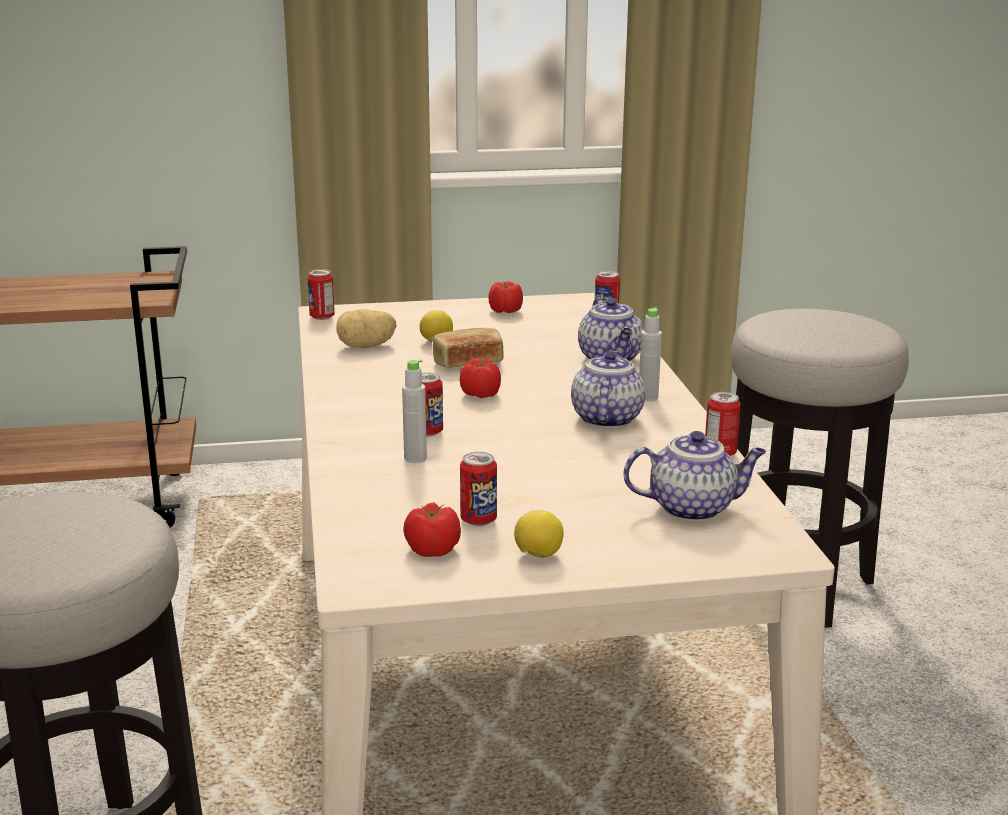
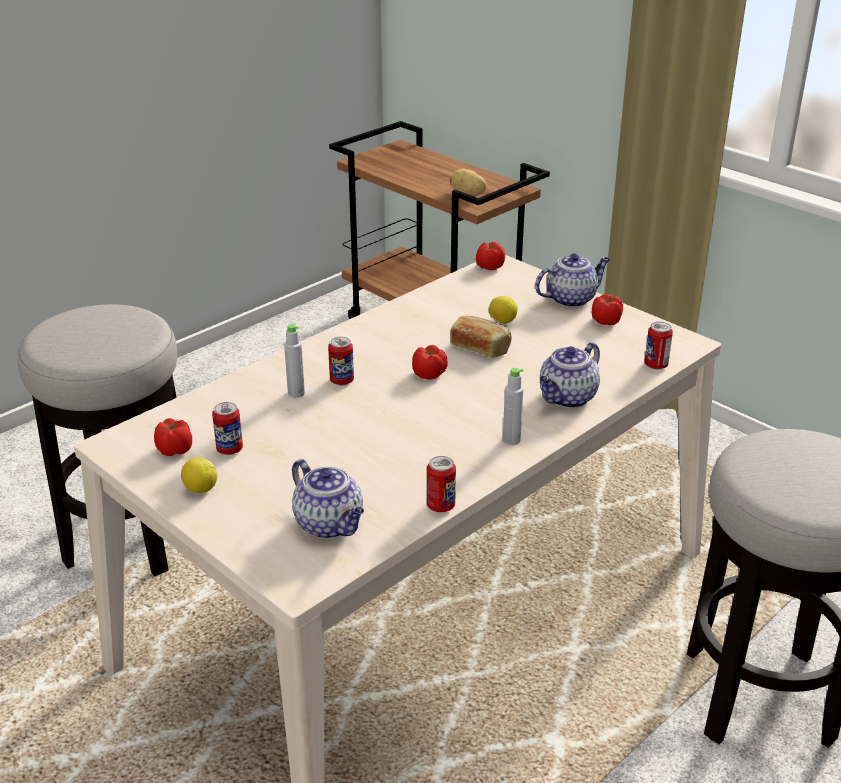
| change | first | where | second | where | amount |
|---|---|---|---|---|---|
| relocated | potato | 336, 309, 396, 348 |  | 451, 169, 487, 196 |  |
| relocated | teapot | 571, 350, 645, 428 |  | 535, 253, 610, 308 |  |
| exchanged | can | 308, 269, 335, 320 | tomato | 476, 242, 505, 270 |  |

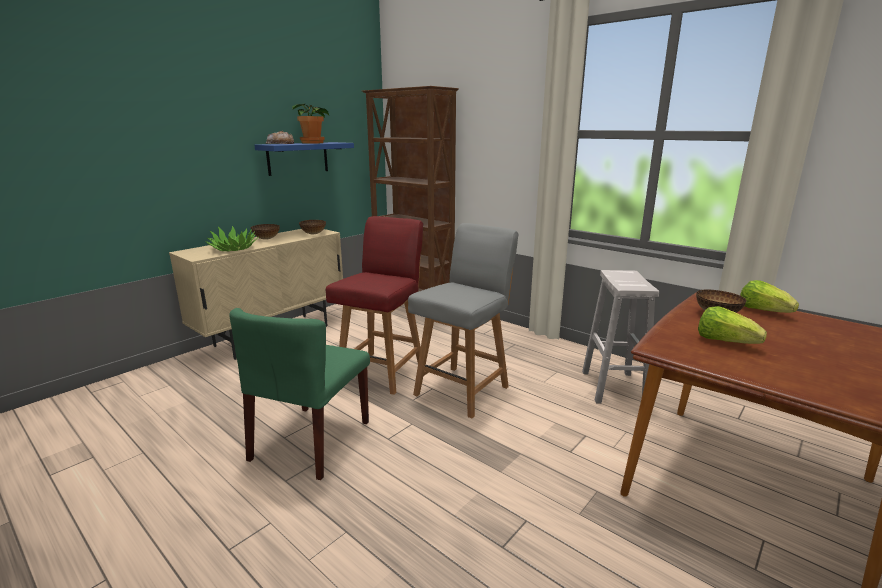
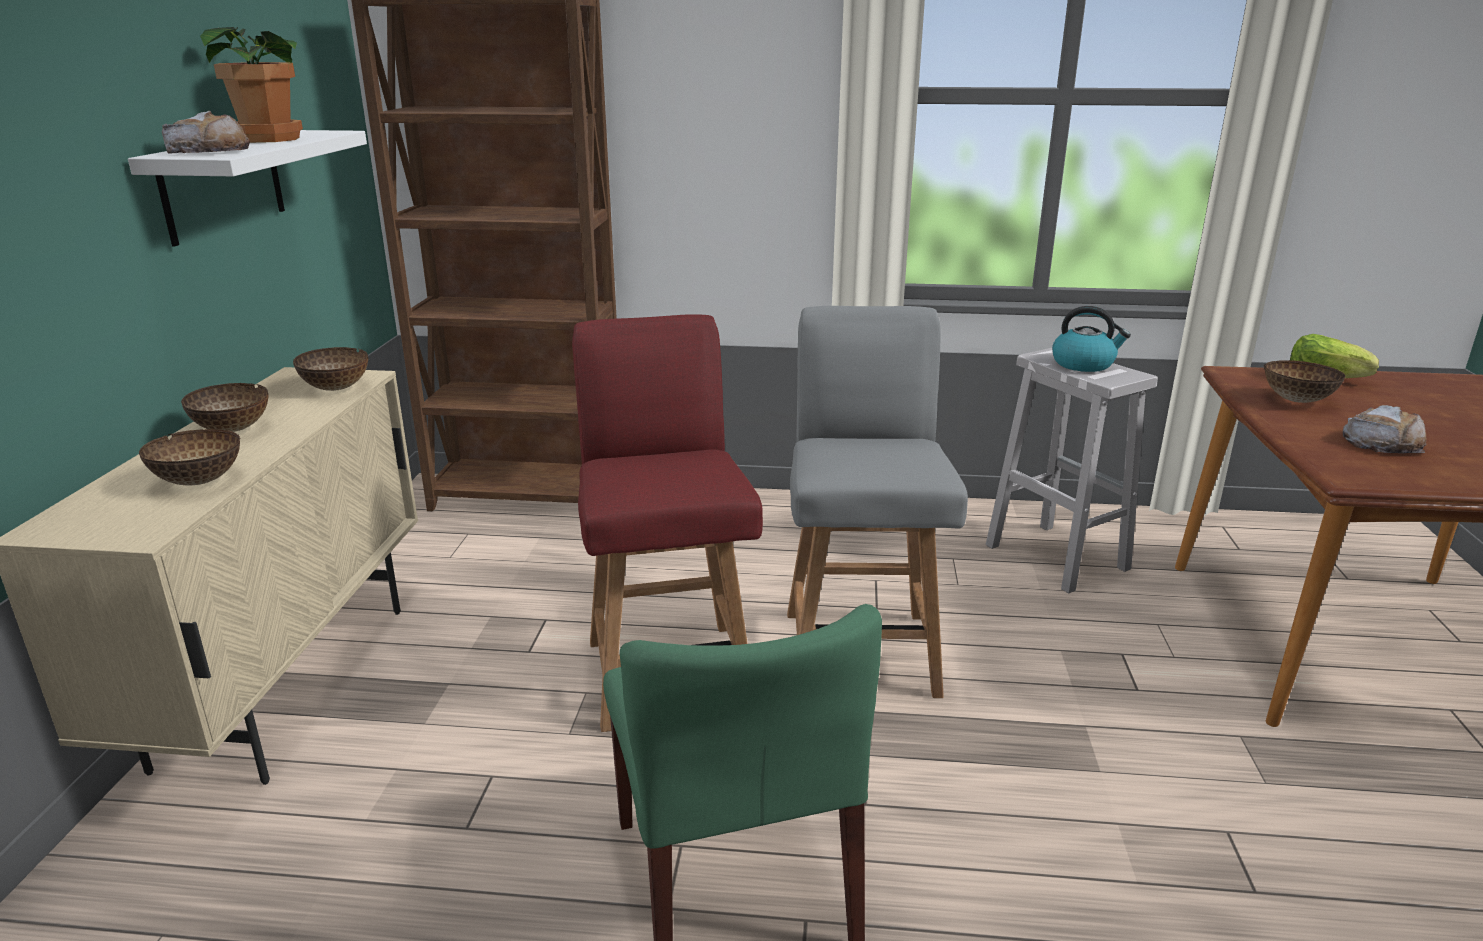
| change | first | where | second | where | amount |
|---|---|---|---|---|---|
| appeared |  |  | kettle | 1052, 306, 1131, 372 |  |
| exchanged | potted plant | 205, 226, 259, 251 | bowl | 139, 429, 240, 485 |  |
| exchanged | lettuce | 698, 306, 767, 344 | bread | 1343, 405, 1427, 453 |  |
| colour | shelf (blue) | 254, 142, 354, 176 | shelf (white) | 128, 130, 367, 246 |  |

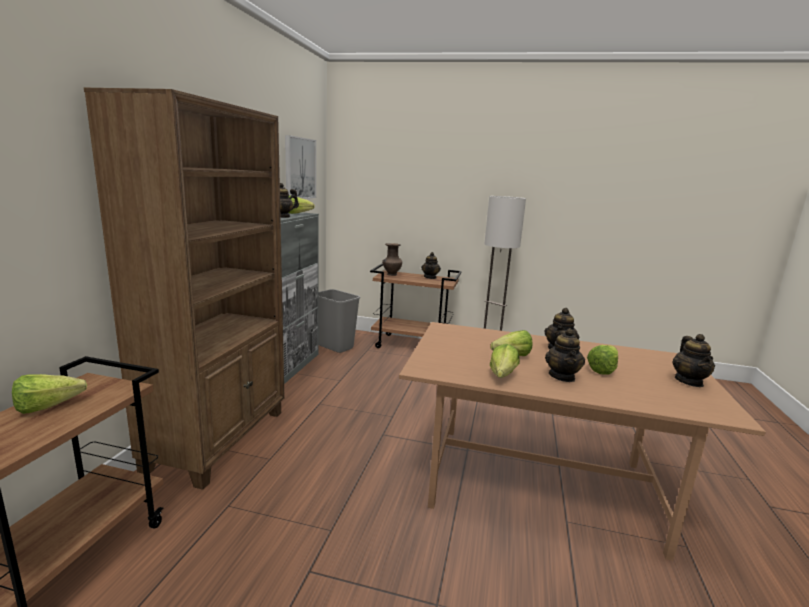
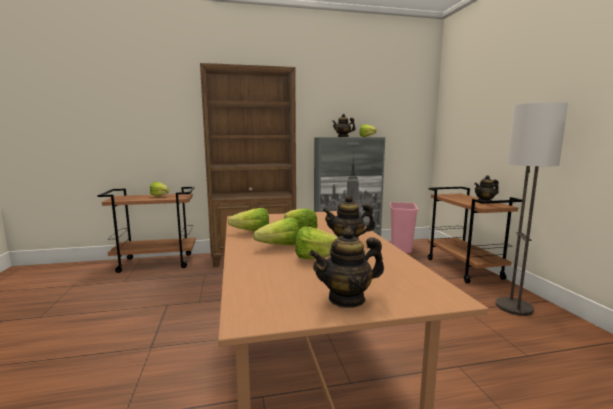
| change | first | where | second | where | amount |
|---|---|---|---|---|---|
| missing | picture | 285, 135, 316, 199 |  |  |  |
| missing | vase (brown) | 382, 243, 402, 276 |  |  |  |
| exchanged | teapot | 545, 328, 585, 382 | lettuce | 253, 217, 299, 245 |  |
| colour | trash can (grey) | 319, 289, 360, 353 | trash can (pink) | 390, 202, 418, 253 |  |

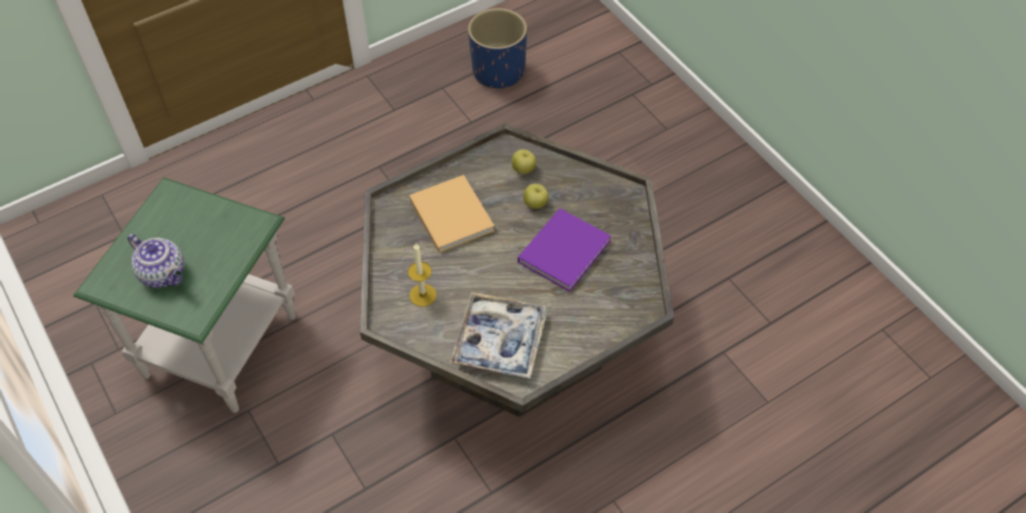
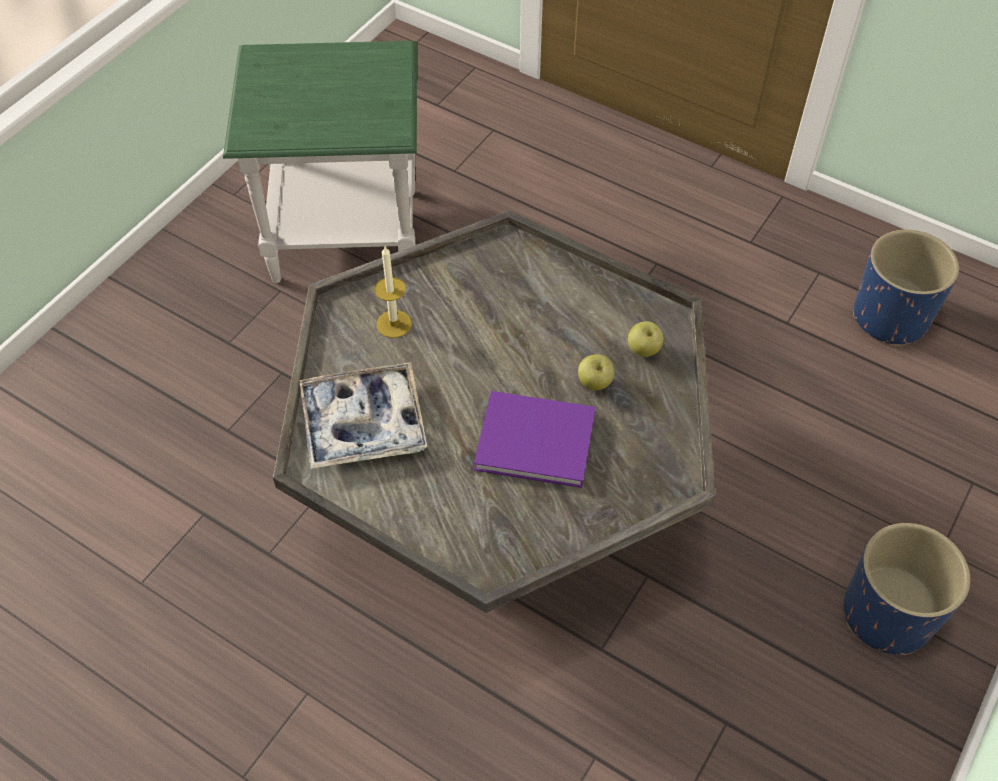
| change | first | where | second | where | amount |
|---|---|---|---|---|---|
| missing | teapot | 127, 234, 184, 288 |  |  |  |
| missing | book (beige) | 409, 175, 495, 253 |  |  |  |
| appeared |  |  | planter (blue) | 844, 523, 970, 655 |  |

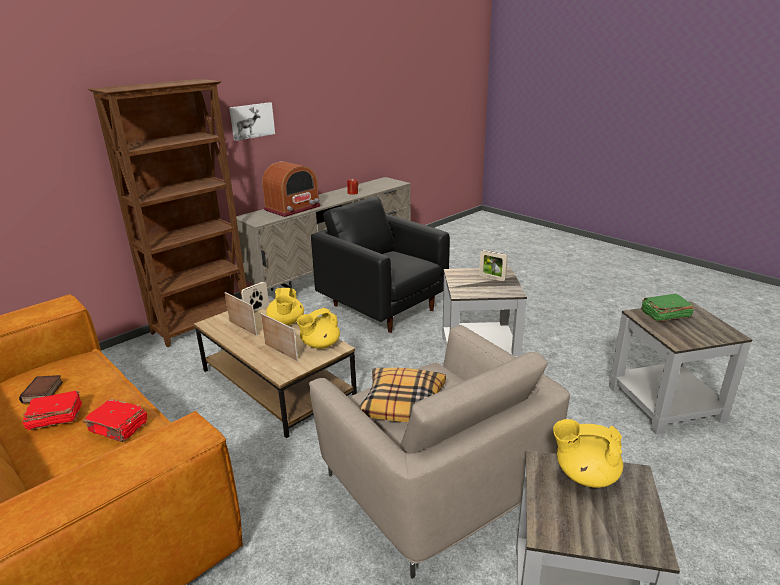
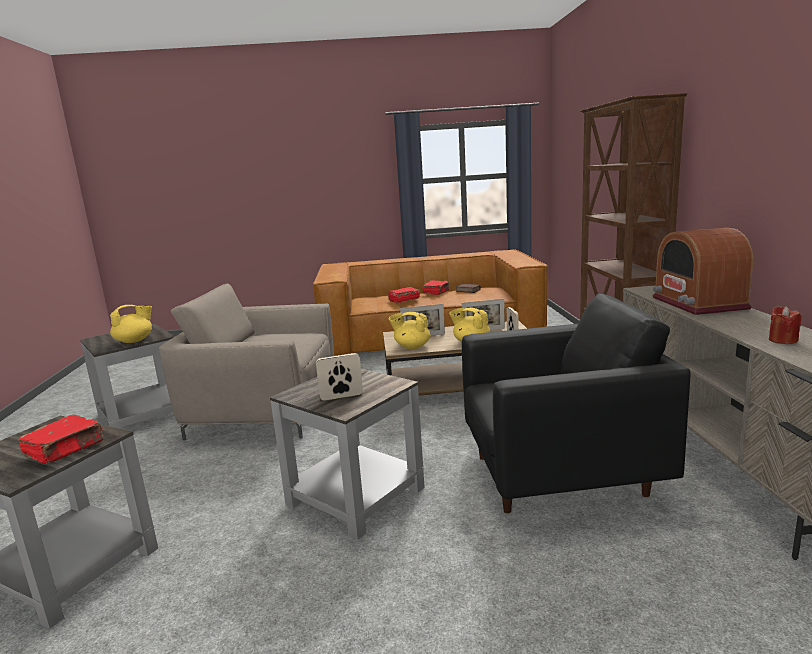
| change | first | where | second | where | amount |
|---|---|---|---|---|---|
| missing | picture | 229, 102, 275, 141 |  |  |  |
| missing | pillow | 359, 368, 446, 422 |  |  |  |
| colour | book (green) | 641, 294, 694, 322 | book (red) | 18, 415, 104, 464 |  |
| spun | teapot (yellow) | 297, 308, 340, 349 |  | 389, 312, 431, 349 | 75 degrees counterclockwise |

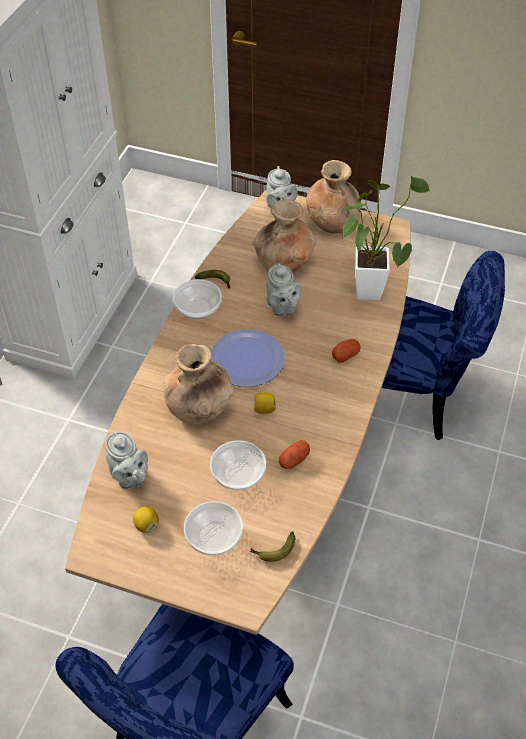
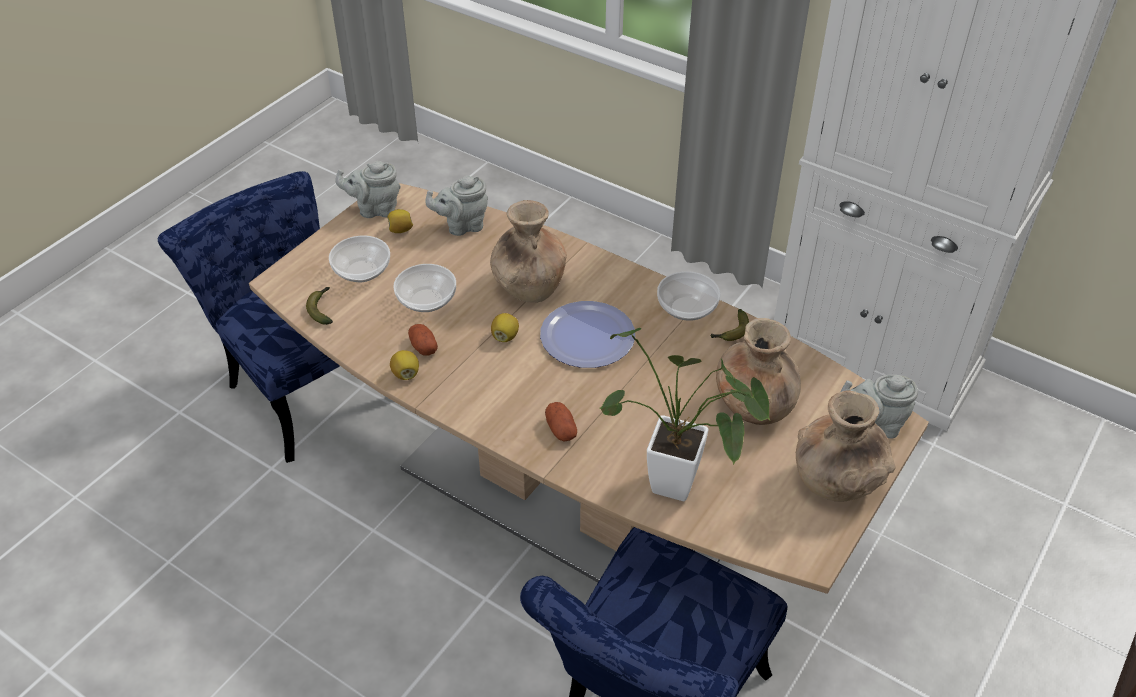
| change | first | where | second | where | amount |
|---|---|---|---|---|---|
| appeared |  |  | lemon | 390, 350, 419, 380 |  |
| relocated | teapot (grey) | 266, 263, 302, 316 |  | 335, 161, 400, 218 |  |

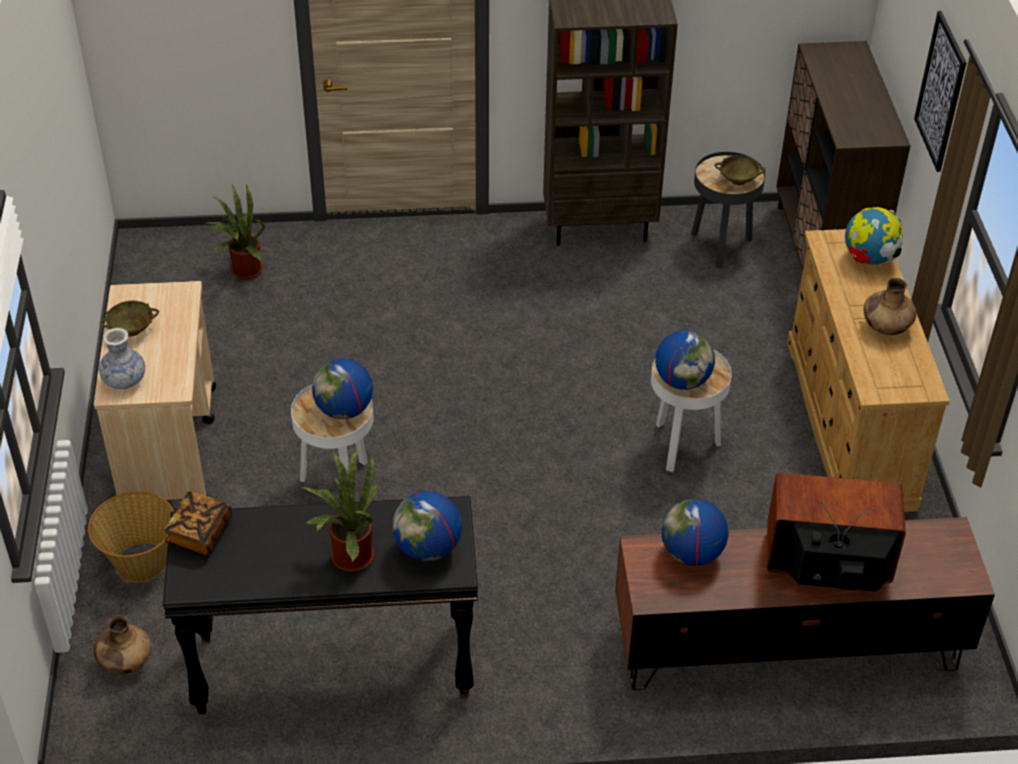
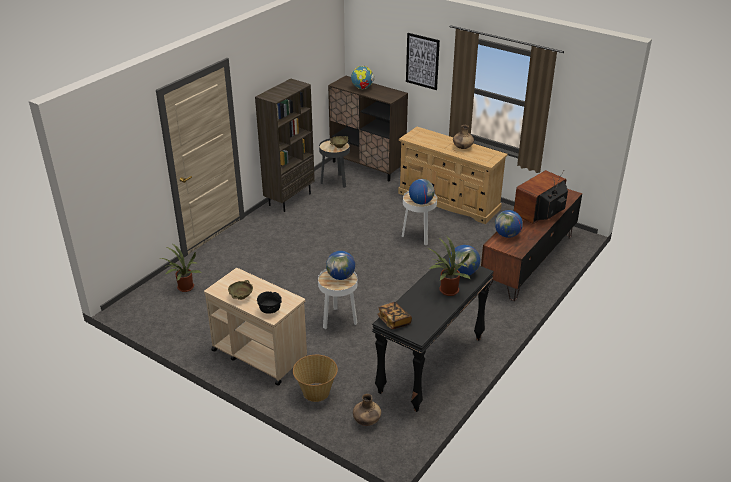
| change | first | where | second | where | amount |
|---|---|---|---|---|---|
| relocated | globe | 845, 207, 903, 265 |  | 351, 65, 374, 89 |  |
| exchanged | vase | 99, 328, 145, 389 | bowl (black) | 257, 291, 282, 314 |  |

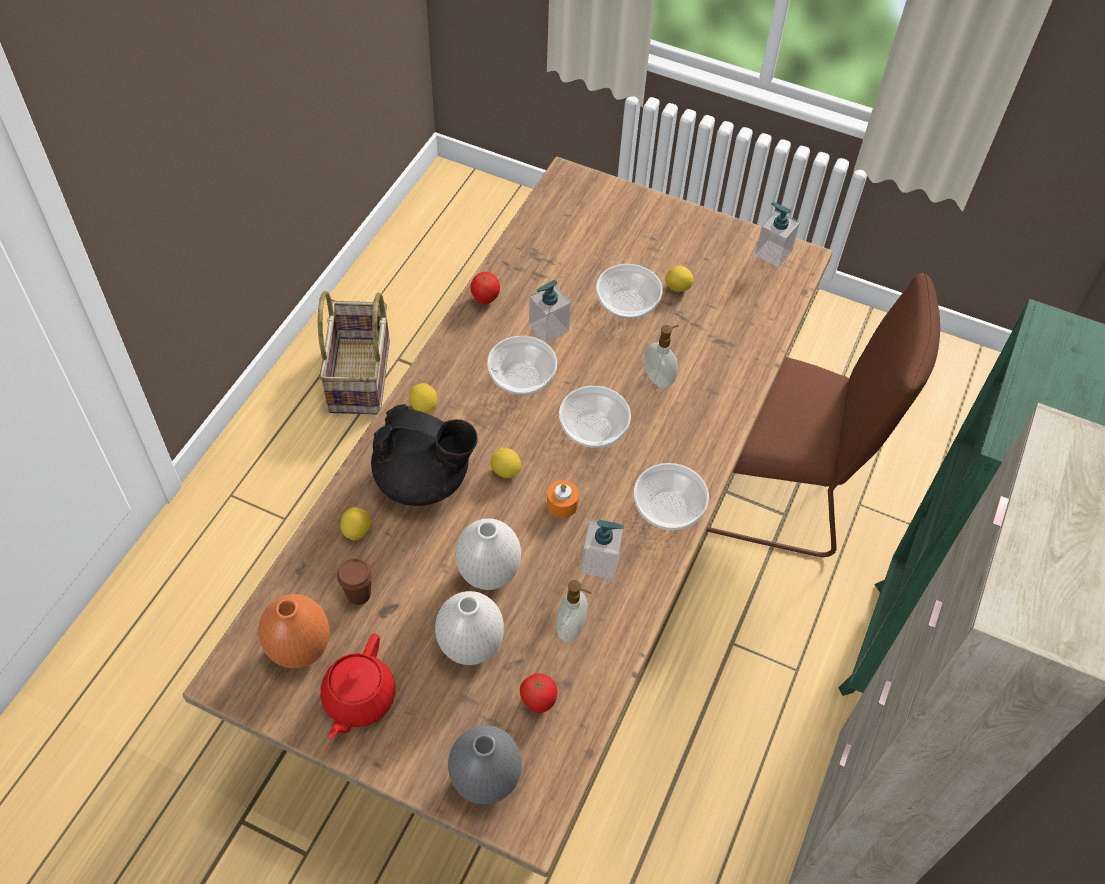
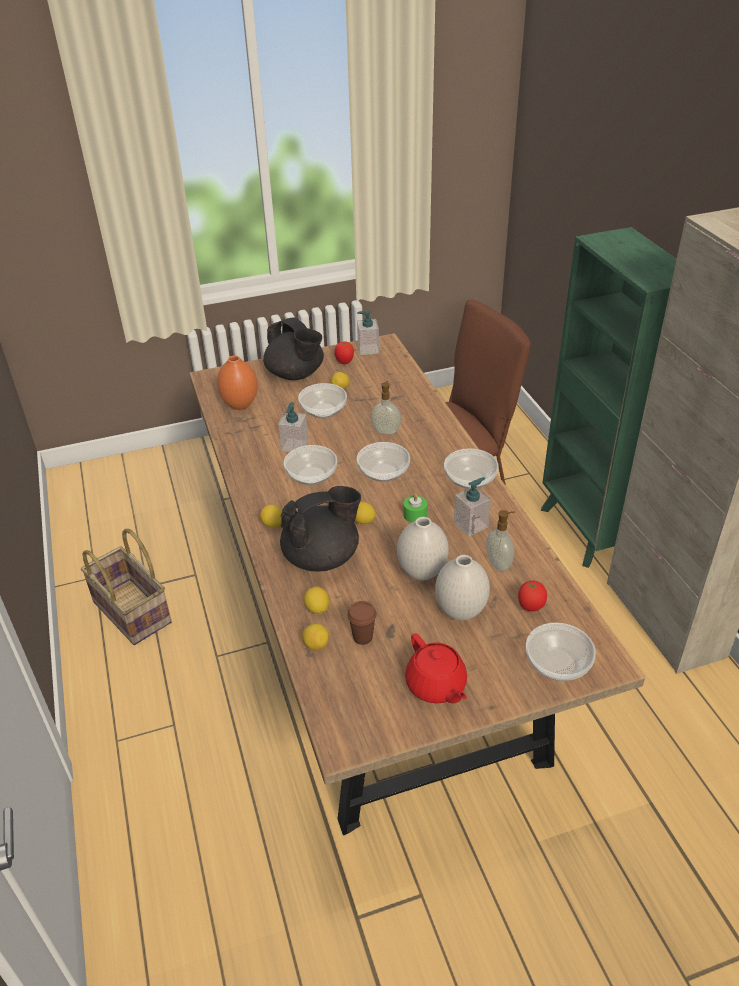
| change | first | where | second | where | amount |
|---|---|---|---|---|---|
| appeared |  |  | teapot (black) | 263, 317, 324, 380 |  |
| appeared |  |  | lemon | 302, 624, 329, 650 |  |
| relocated | vase (orange) | 258, 594, 330, 669 |  | 217, 356, 258, 410 |  |
| relocated | tomato | 470, 272, 500, 304 |  | 335, 341, 354, 364 |  |
| exchanged | vase (grey) | 448, 725, 522, 804 | bowl | 526, 623, 596, 681 |  |
| colour | candle (orange) | 547, 480, 579, 518 | candle (green) | 403, 493, 428, 523 |  |

